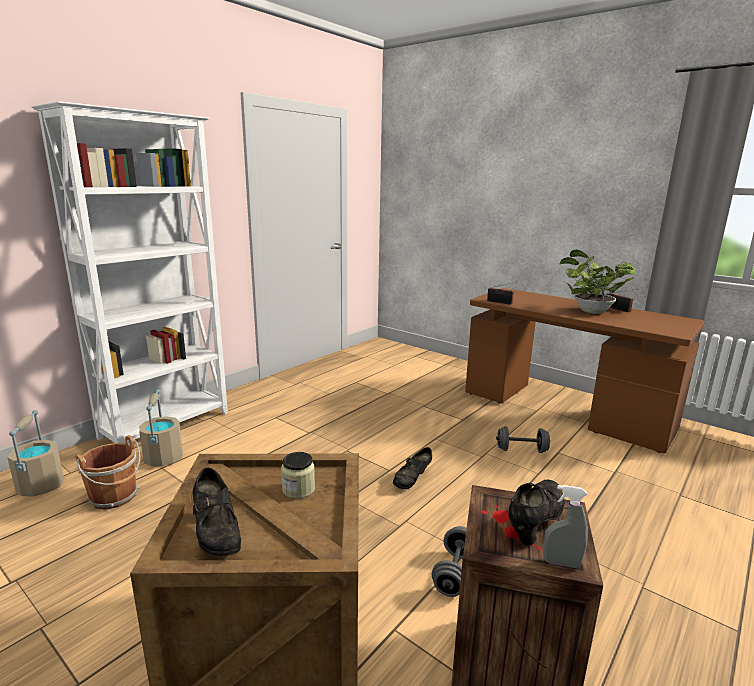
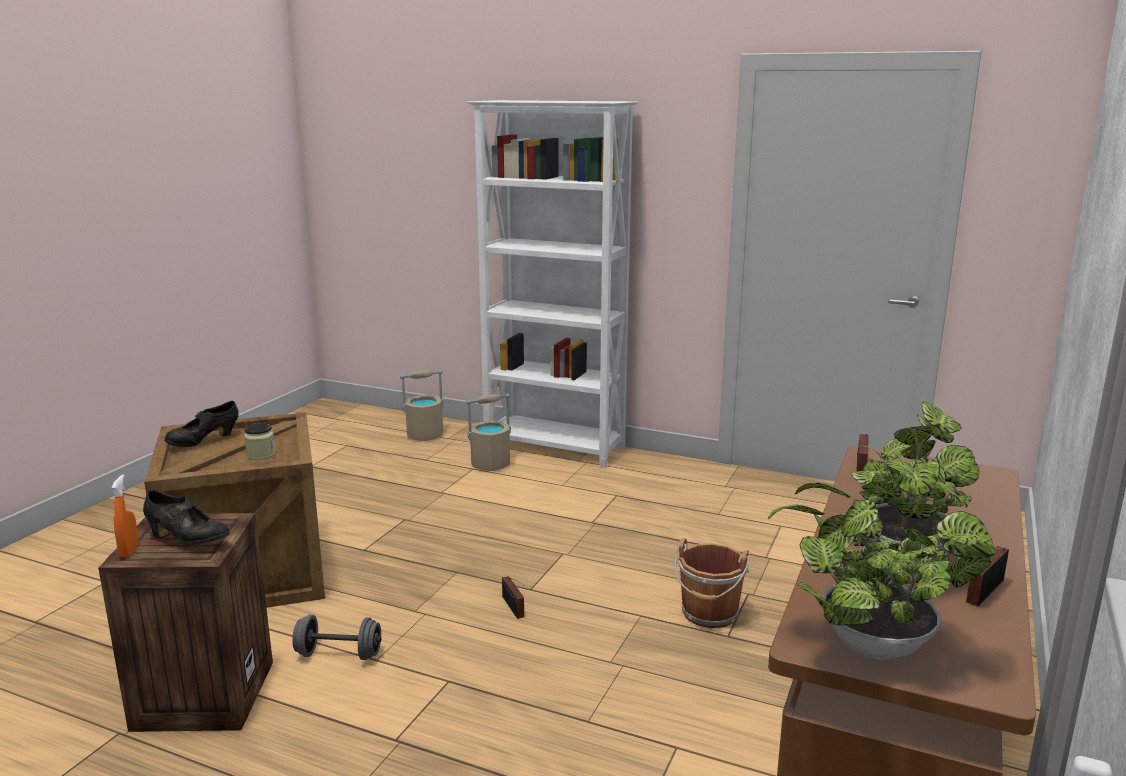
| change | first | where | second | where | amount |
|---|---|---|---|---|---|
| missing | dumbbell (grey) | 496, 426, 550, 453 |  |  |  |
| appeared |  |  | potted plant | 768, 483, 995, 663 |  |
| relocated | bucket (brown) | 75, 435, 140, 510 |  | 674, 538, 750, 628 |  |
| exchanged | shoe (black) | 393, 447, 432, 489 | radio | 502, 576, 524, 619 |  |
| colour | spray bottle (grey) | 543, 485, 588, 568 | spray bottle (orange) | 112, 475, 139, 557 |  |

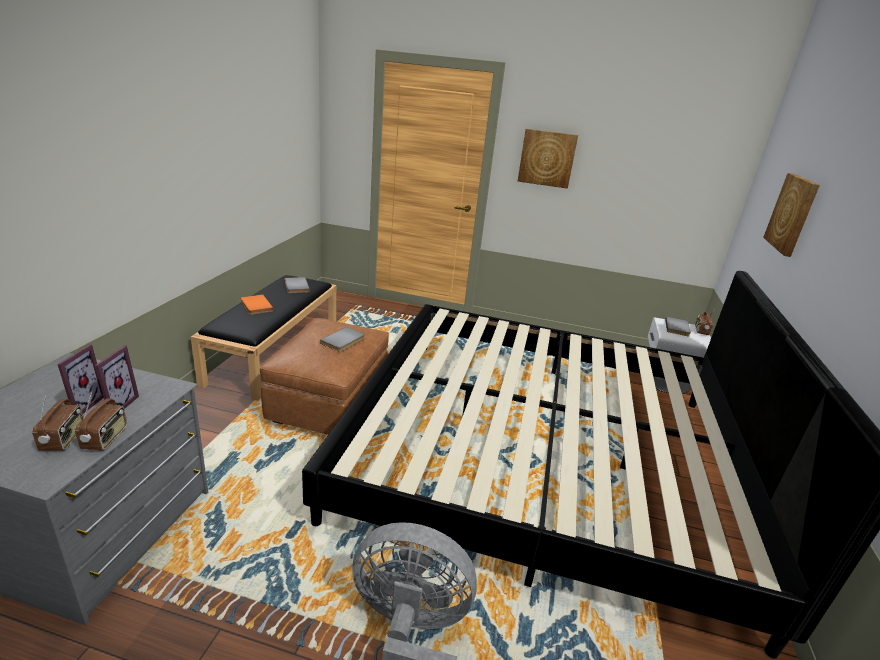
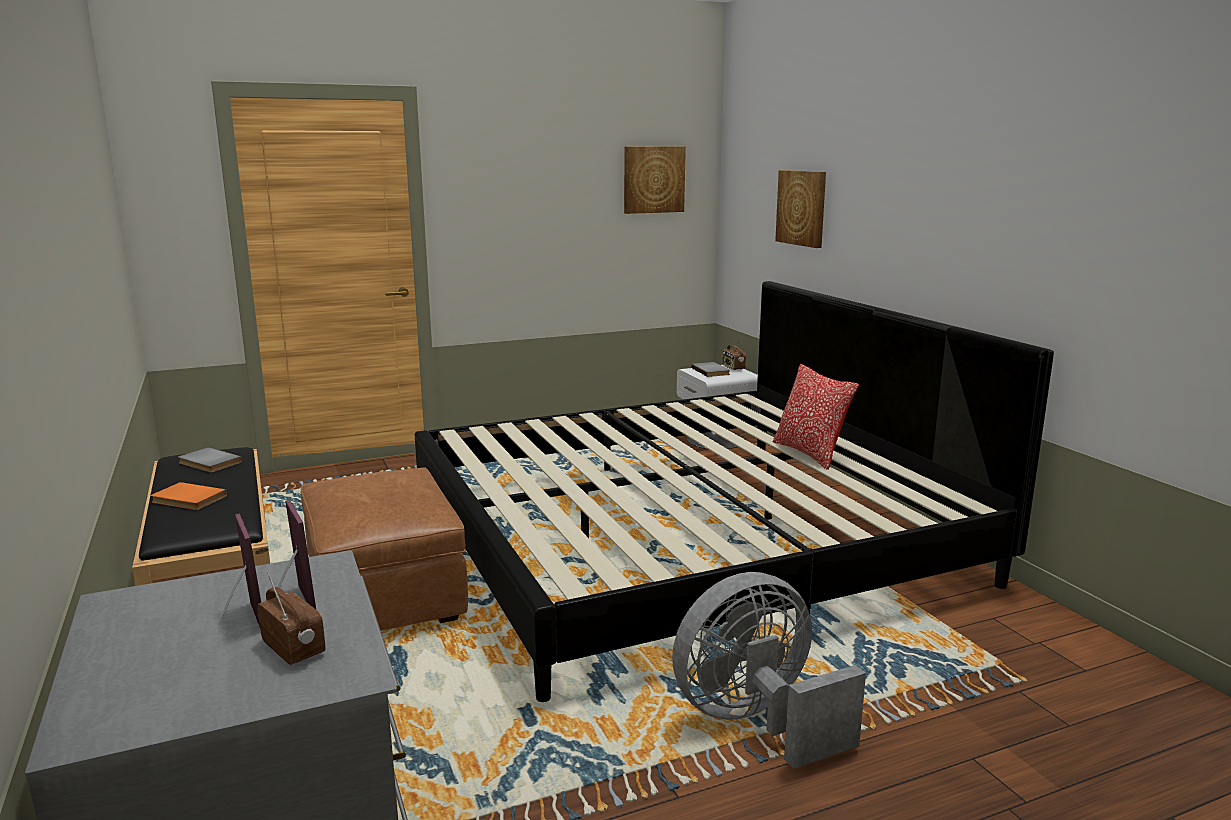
| change | first | where | second | where | amount |
|---|---|---|---|---|---|
| missing | radio | 75, 390, 127, 451 |  |  |  |
| missing | book (grey) | 320, 327, 365, 352 |  |  |  |
| appeared |  |  | pillow | 773, 364, 859, 470 |  |
| relocated | picture | 518, 129, 578, 189 |  | 624, 146, 686, 214 |  |

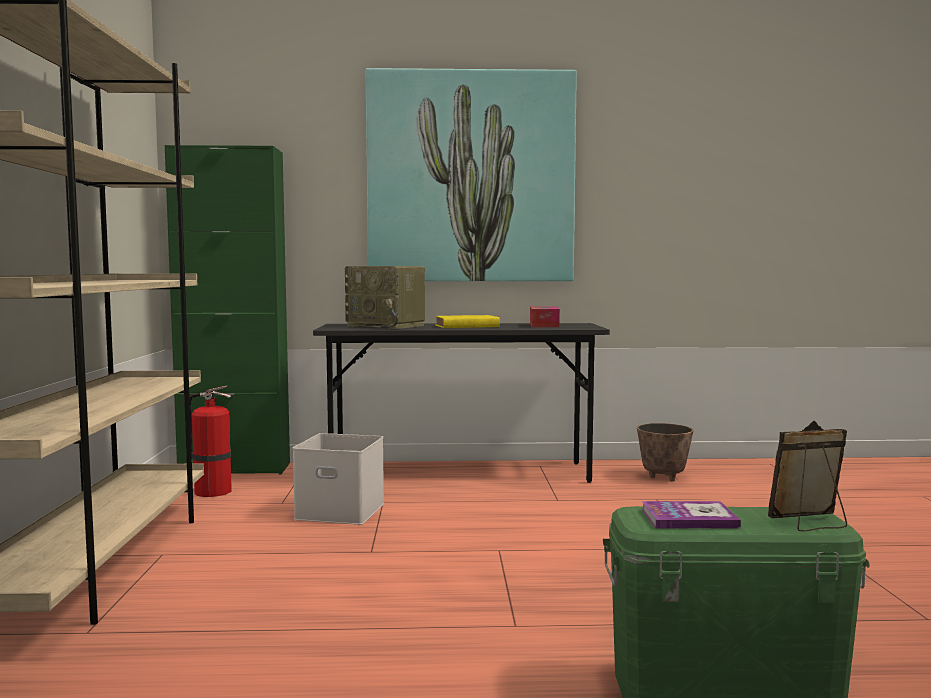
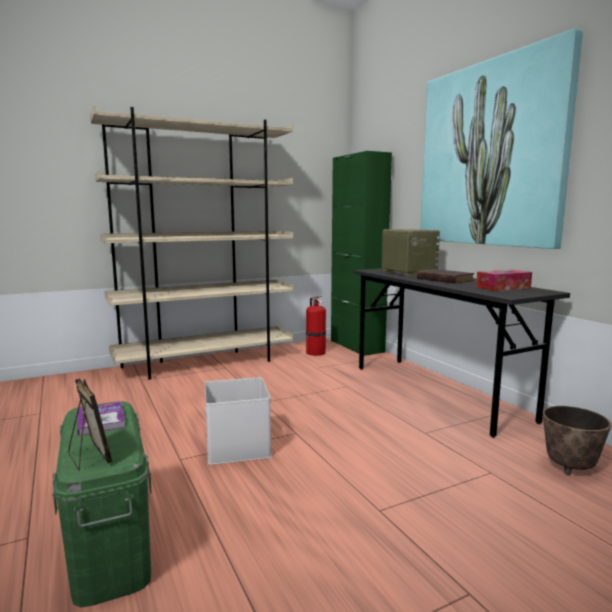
| change | first | where | second | where | amount |
|---|---|---|---|---|---|
| relocated | storage box (white) | 292, 433, 384, 525 |  | 205, 377, 272, 465 |  |
| colour | book (yellow) | 435, 315, 500, 328 | book (brown) | 417, 269, 474, 284 |  |
| spun | radio | 345, 266, 425, 329 |  | 382, 229, 440, 276 | 150 degrees clockwise |

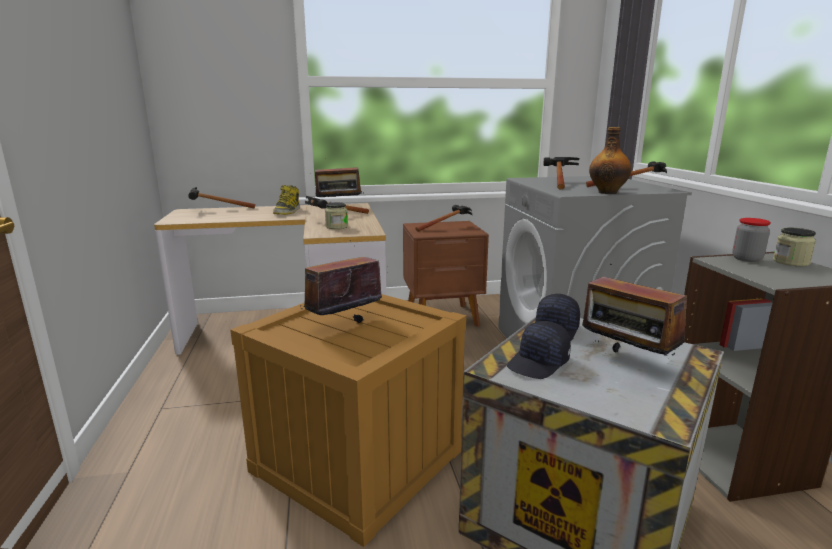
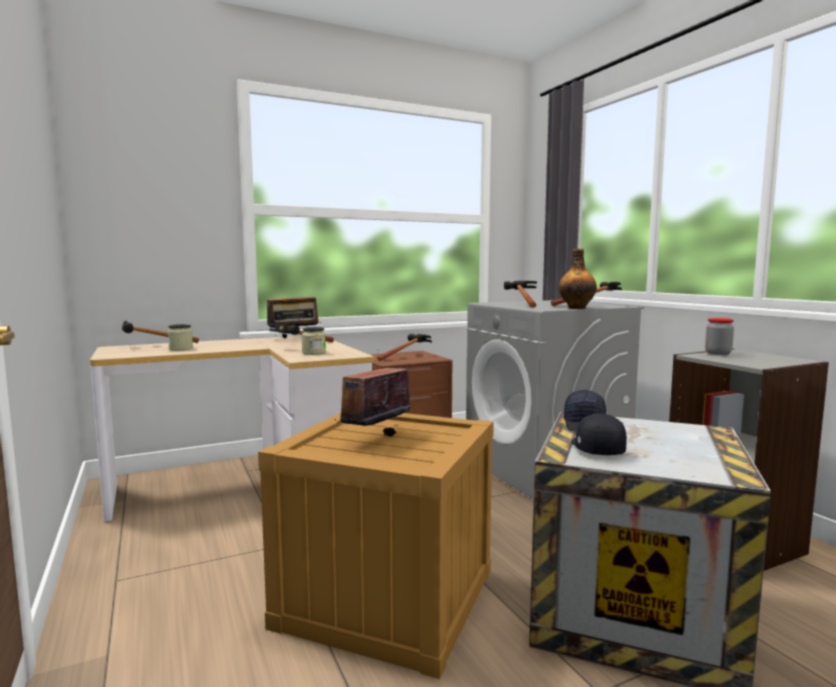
| change | first | where | second | where | amount |
|---|---|---|---|---|---|
| missing | boot | 273, 185, 300, 215 |  |  |  |
| missing | radio | 582, 264, 687, 356 |  |  |  |
| relocated | jar | 773, 228, 816, 266 |  | 168, 324, 193, 350 |  |
| spun | cap (black) | 507, 321, 571, 379 |  | 571, 413, 627, 455 | 150 degrees clockwise |

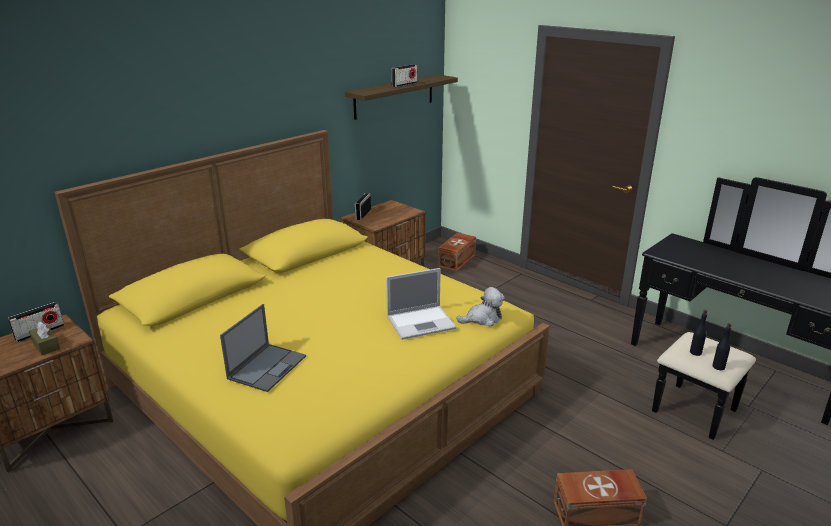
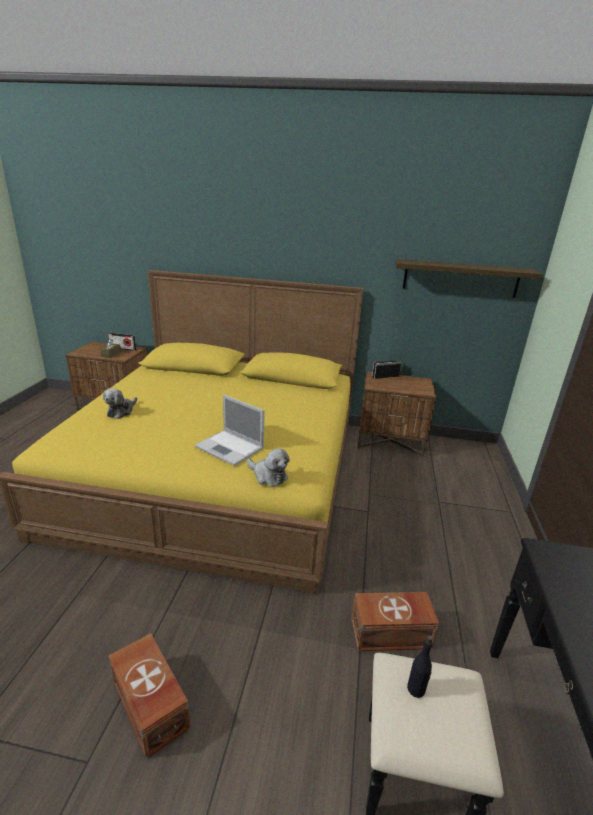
| change | first | where | second | where | amount |
|---|---|---|---|---|---|
| missing | radio | 392, 64, 417, 87 |  |  |  |
| missing | bottle (black) | 712, 323, 731, 370 |  |  |  |
| relocated | storage box (brown) | 438, 233, 476, 272 |  | 351, 592, 439, 651 |  |
| exchanged | laptop | 220, 304, 306, 392 | plush toy | 103, 388, 137, 419 |  |

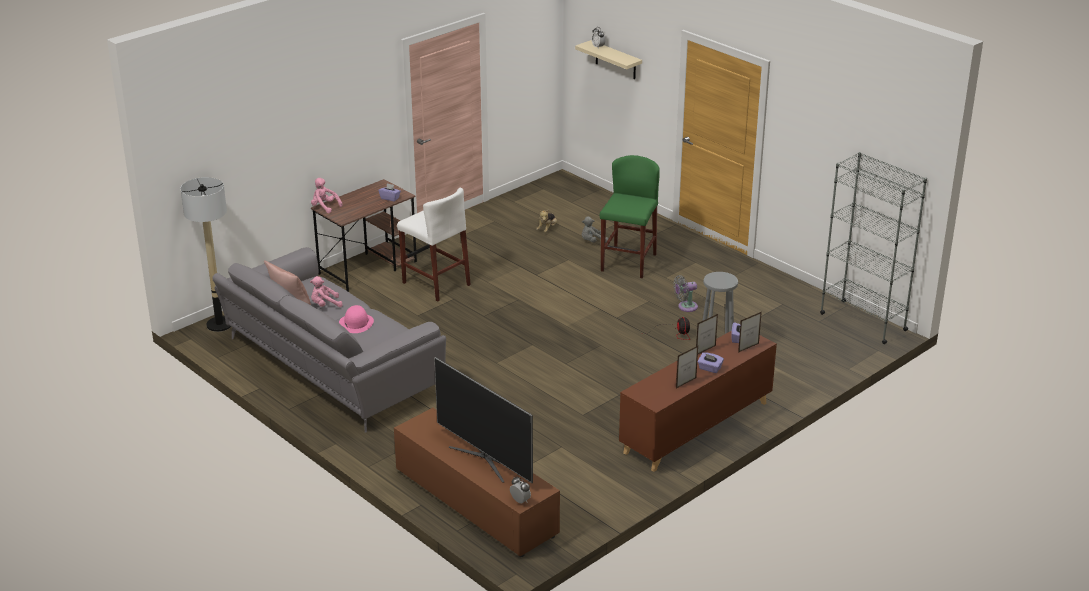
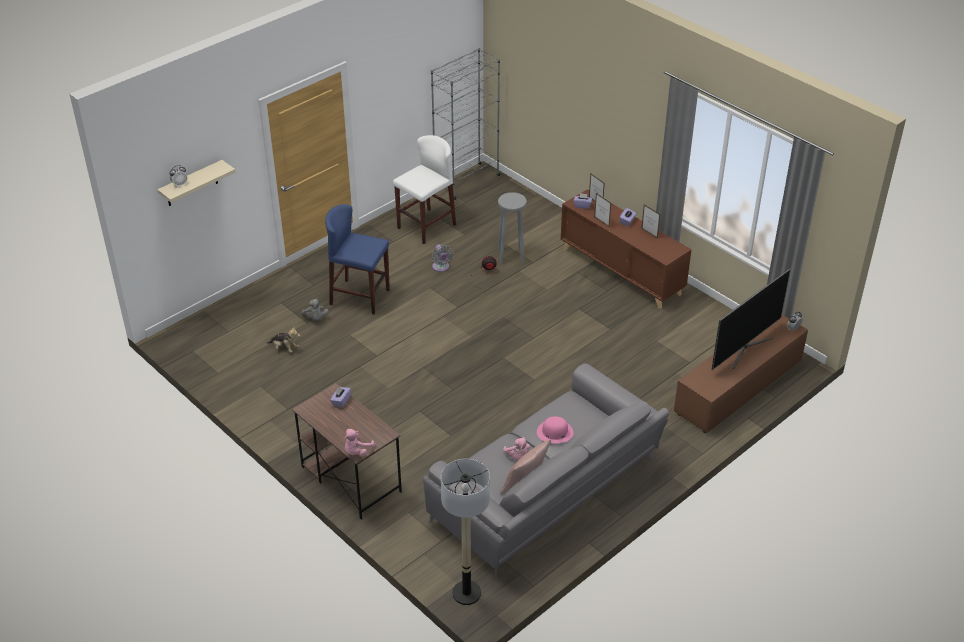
| change | first | where | second | where | amount |
|---|---|---|---|---|---|
| relocated | stool (white) | 397, 188, 471, 302 |  | 393, 135, 456, 244 |  |
| colour | stool (green) | 600, 155, 660, 278 | stool (blue) | 325, 204, 390, 315 |  |

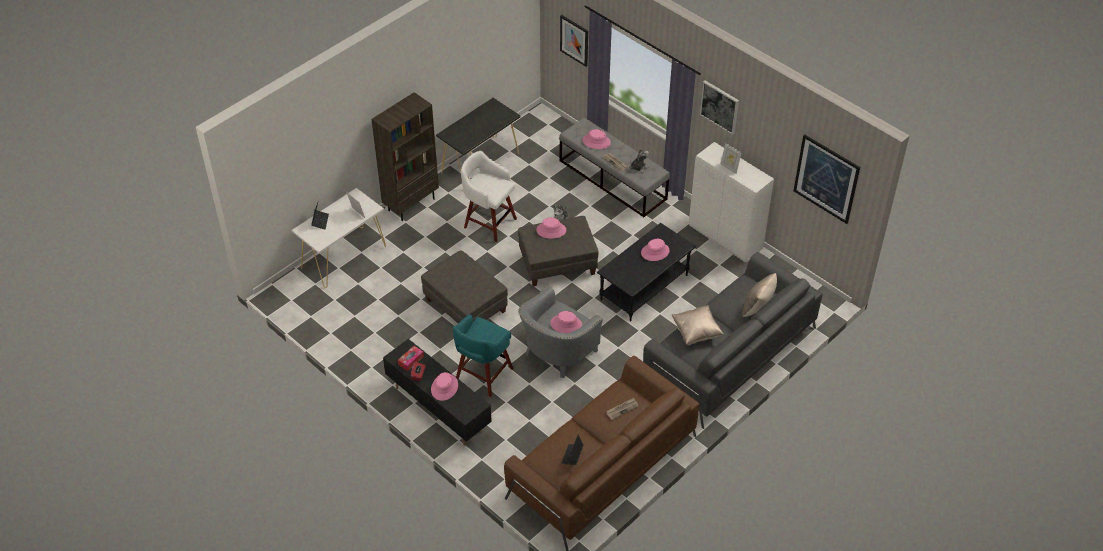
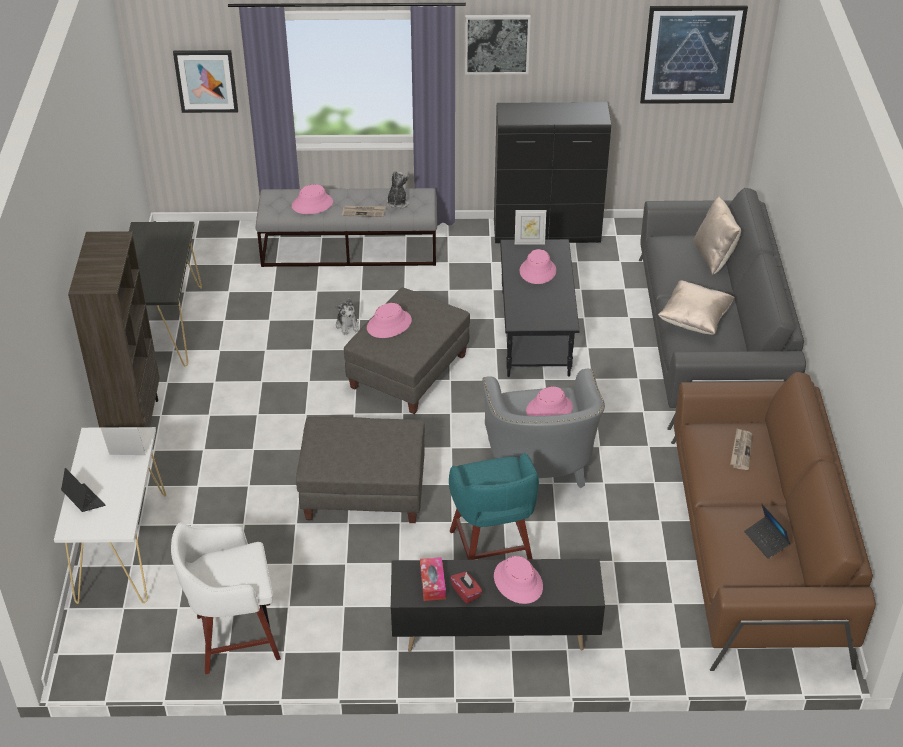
| change | first | where | second | where | amount |
|---|---|---|---|---|---|
| relocated | stool (white) | 461, 151, 517, 242 |  | 171, 522, 281, 674 |  |
| relocated | picture frame | 720, 143, 742, 174 |  | 515, 210, 546, 245 |  |
| colour | cabinet (white) | 689, 142, 774, 263 | cabinet (black) | 494, 102, 611, 243 |  |

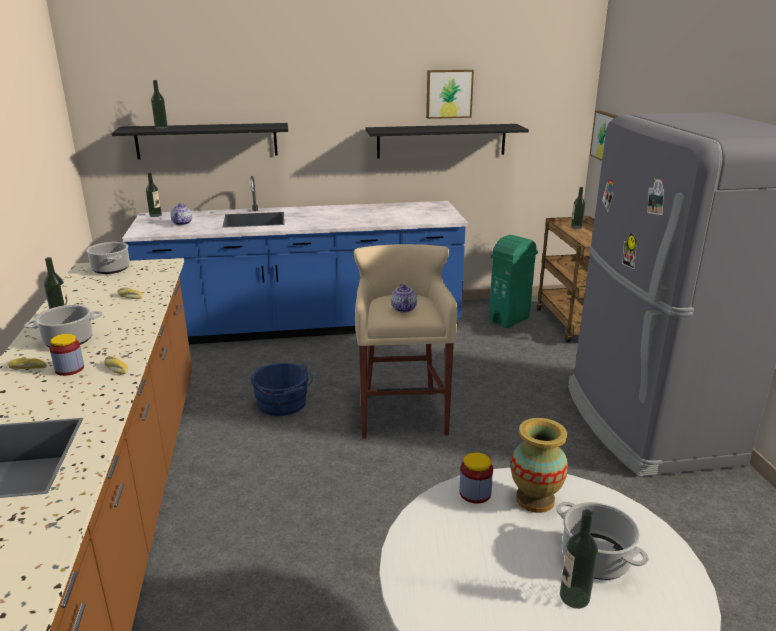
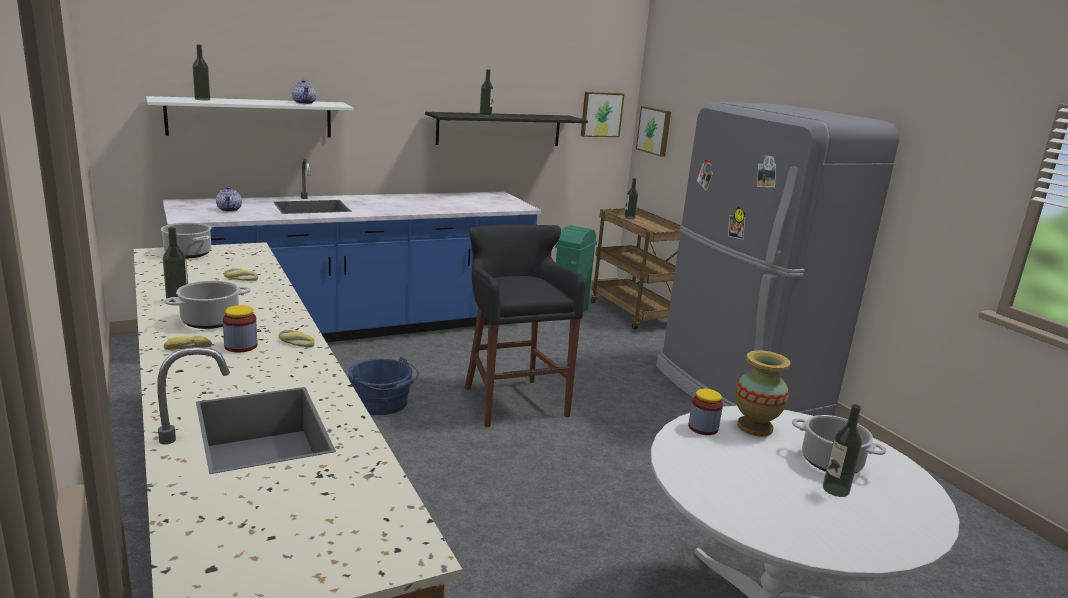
| change | first | where | second | where | amount |
|---|---|---|---|---|---|
| relocated | bottle | 146, 172, 162, 217 |  | 480, 69, 493, 117 |  |
| relocated | teapot | 391, 283, 417, 313 |  | 292, 80, 316, 104 |  |
| relocated | picture | 426, 70, 474, 119 |  | 581, 92, 624, 137 |  |
| colour | shelf (black) | 112, 123, 288, 159 | shelf (white) | 146, 96, 354, 138 |  |
| colour | stool (beige) | 354, 244, 457, 439 | stool (black) | 465, 224, 586, 427 |  |

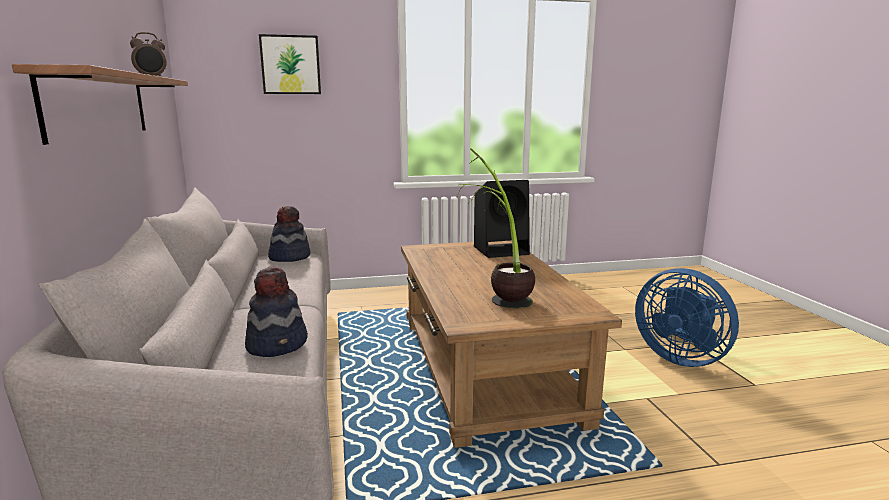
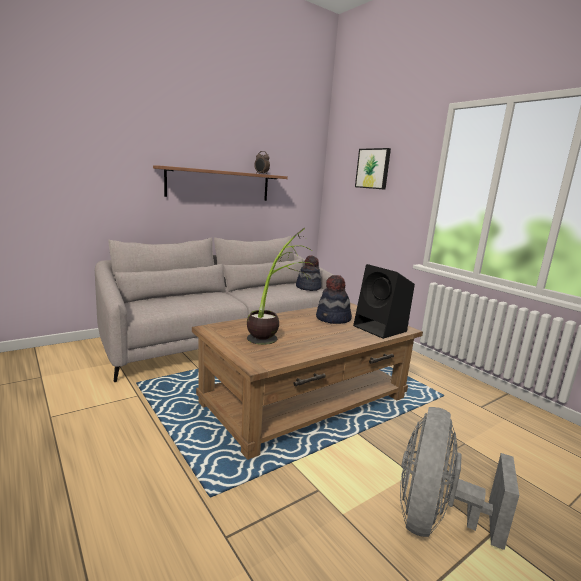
| change | first | where | second | where | amount |
|---|---|---|---|---|---|
| relocated | hat | 245, 266, 308, 357 |  | 316, 275, 352, 324 |  |
| colour | fan (blue) | 635, 268, 739, 367 | fan (grey) | 400, 407, 519, 550 |  |

